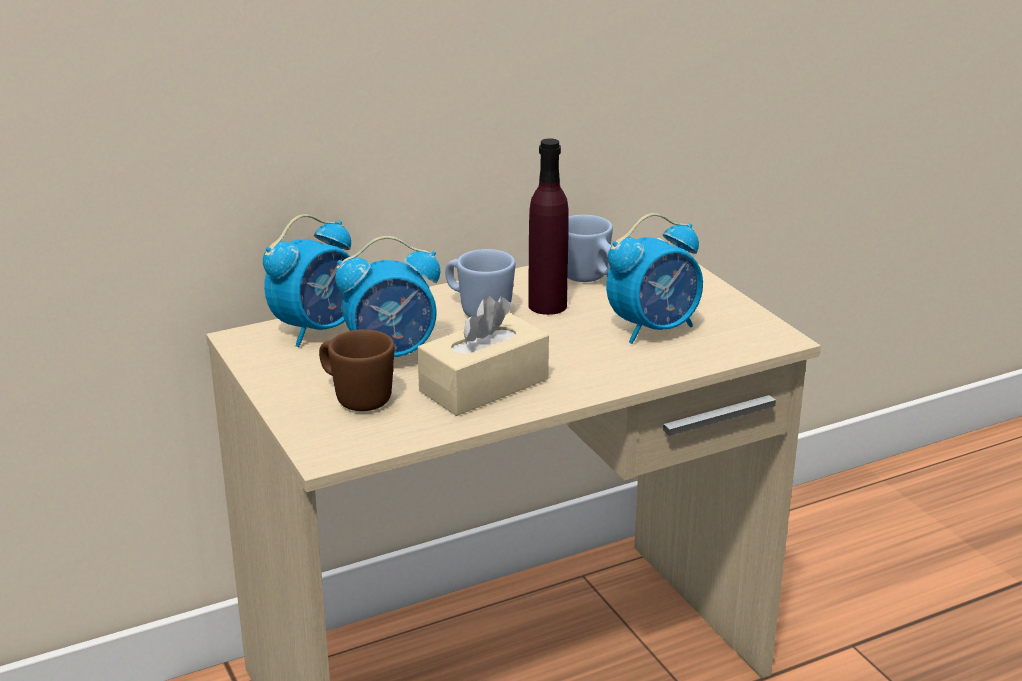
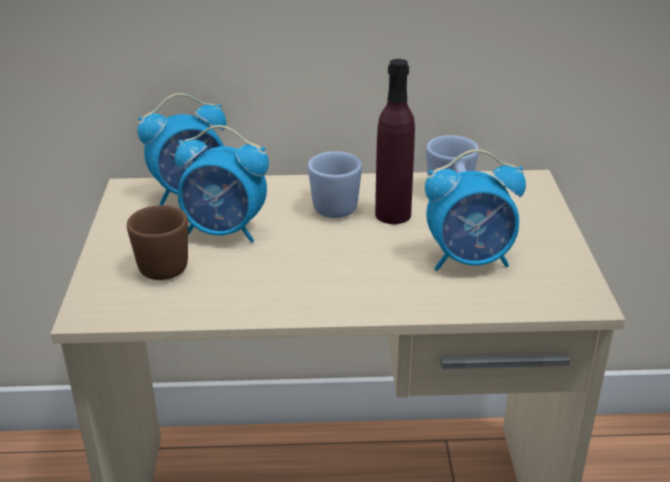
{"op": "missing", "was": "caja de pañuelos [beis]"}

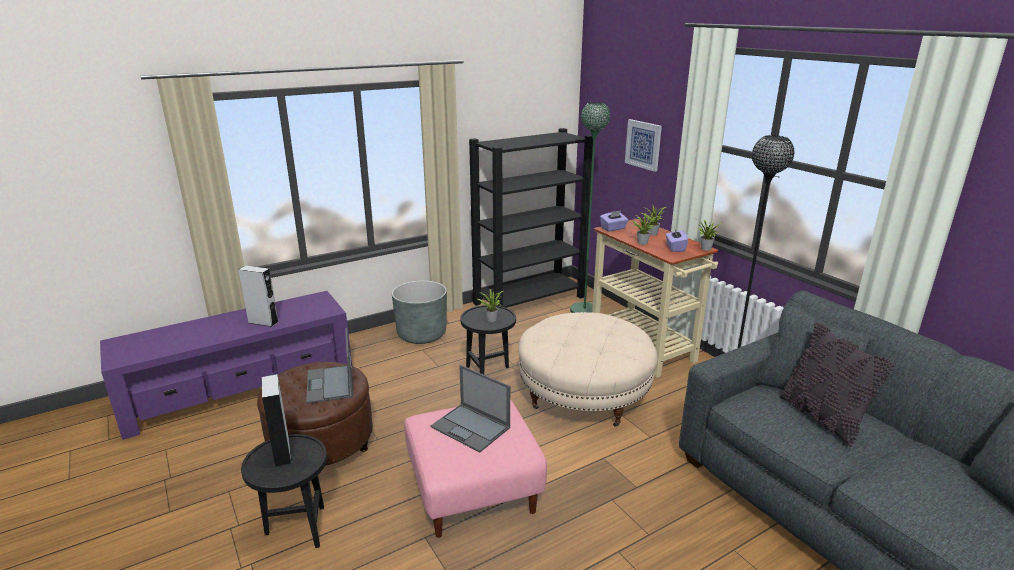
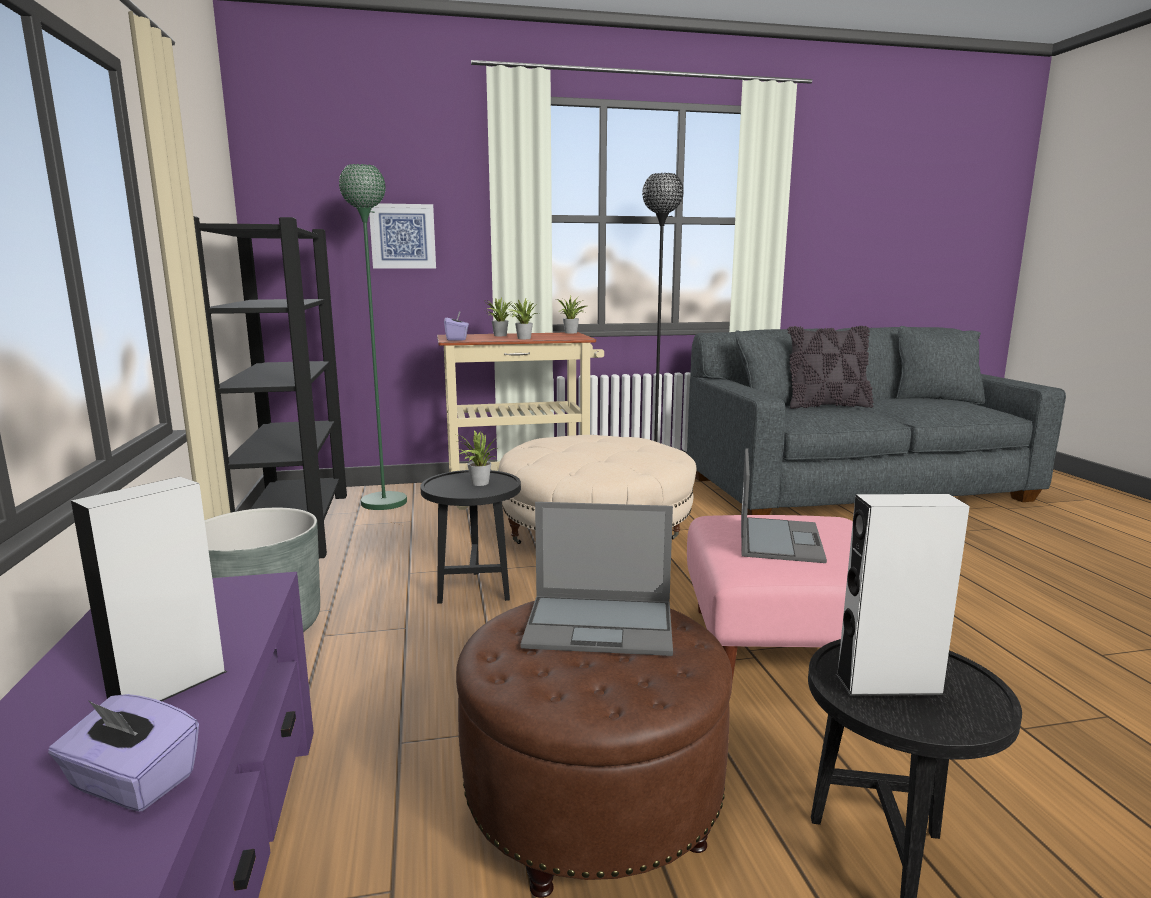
{"op": "relocated", "was": "caja de pañuelos [morado] (no. 2 from left in the first image)", "now": "caja de pañuelos [morado] (no. 1 from left)"}
{"op": "spun", "was": "portátil (no. 2 from left)", "clockwise": -45}

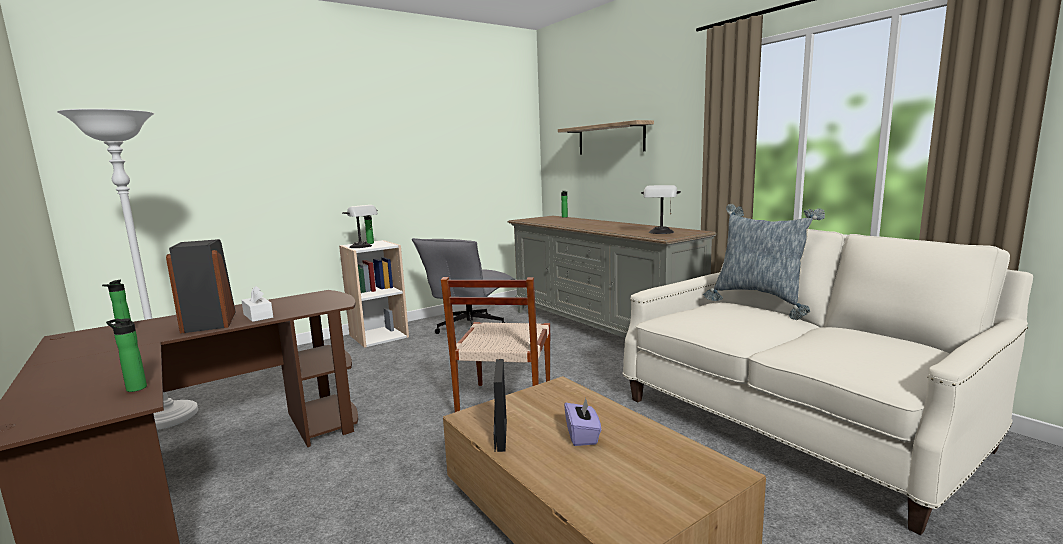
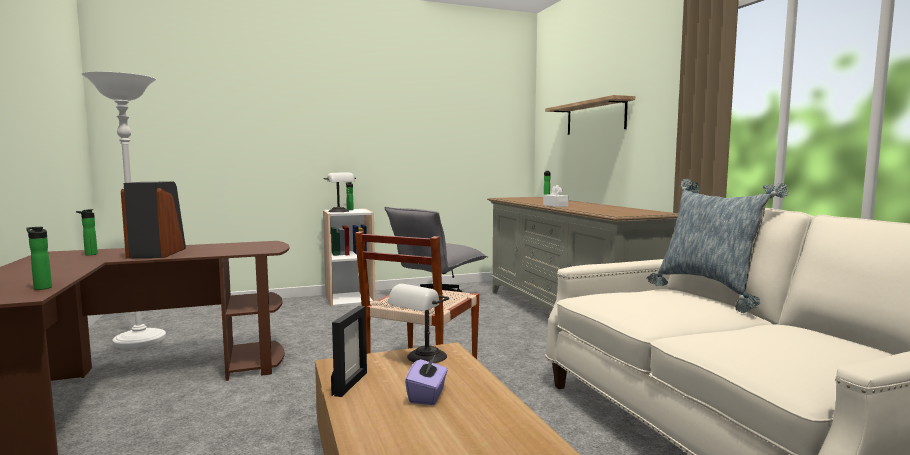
{"op": "relocated", "was": "caja de pañuelos [blanco]"}
{"op": "relocated", "was": "lámpara de mesa (no. 2 from left)"}

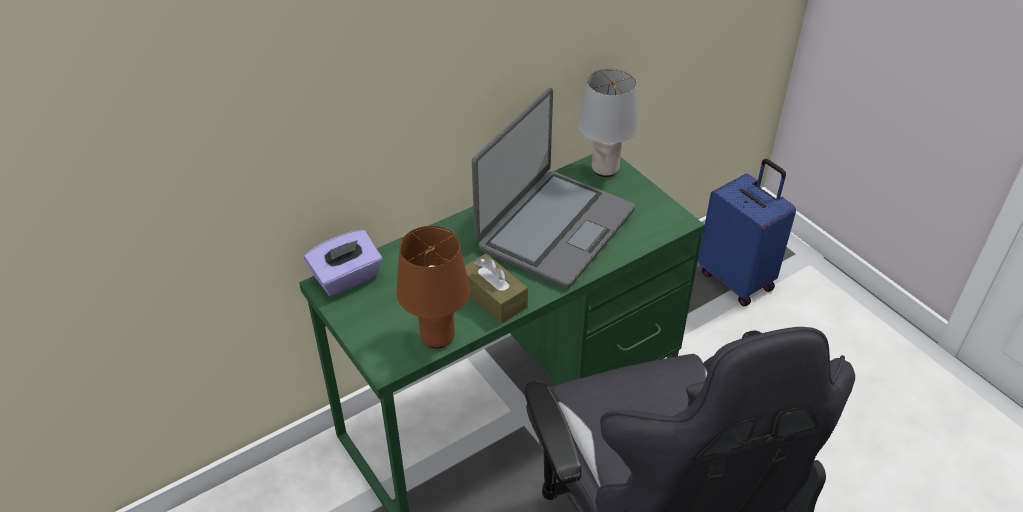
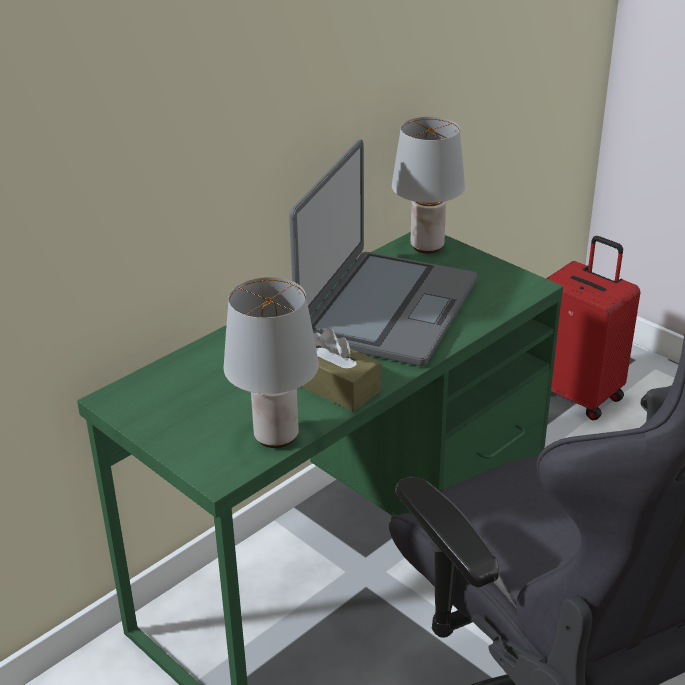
{"op": "missing", "was": "caja de pañuelos [morado]"}
{"op": "colour", "was": "lámpara de mesa [marrón]", "now": "lámpara de mesa [gris] (no. 1 from left)"}
{"op": "colour", "was": "maleta [azul]", "now": "maleta [rojo]"}

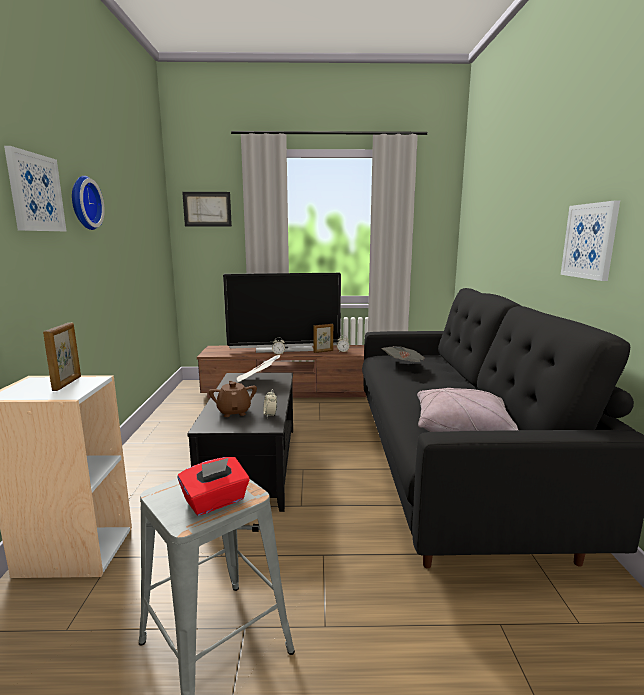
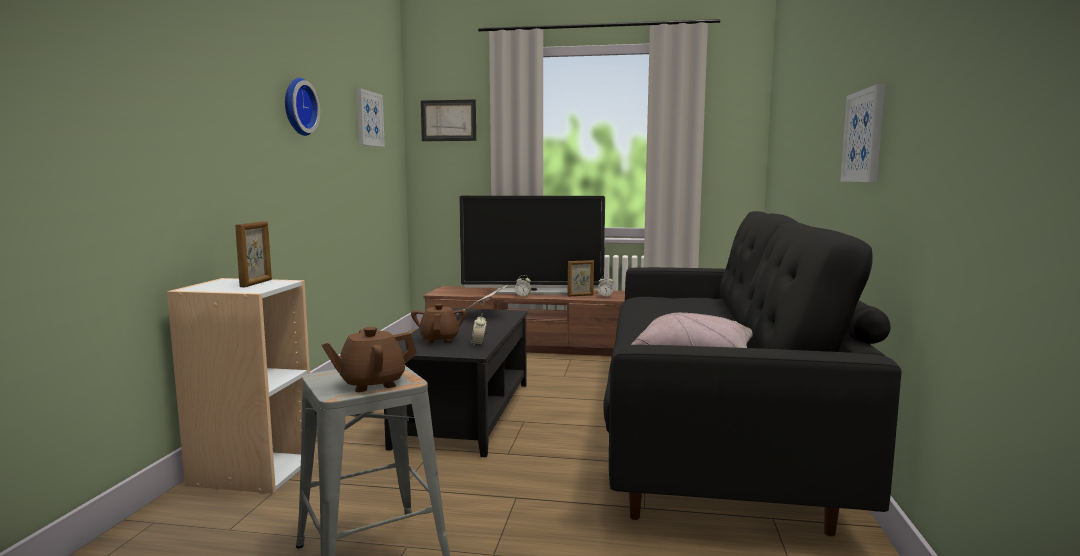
{"op": "missing", "was": "periódico (no. 2 from left)"}
{"op": "relocated", "was": "cuadro (no. 1 from left)"}
{"op": "exchanged", "was": "caja de pañuelos [rojo]", "now": "tetera [marrón] (no. 1 from left)"}

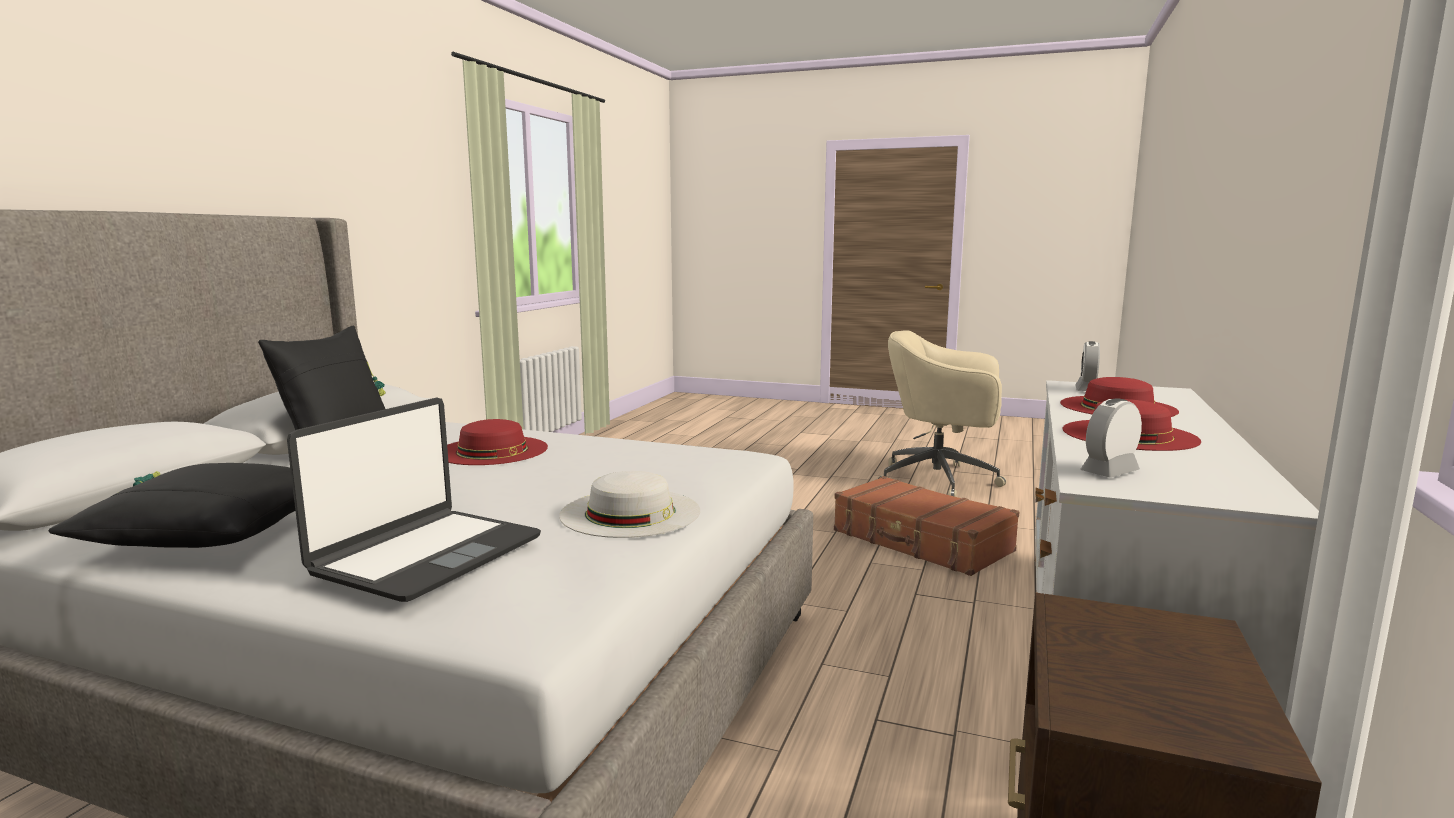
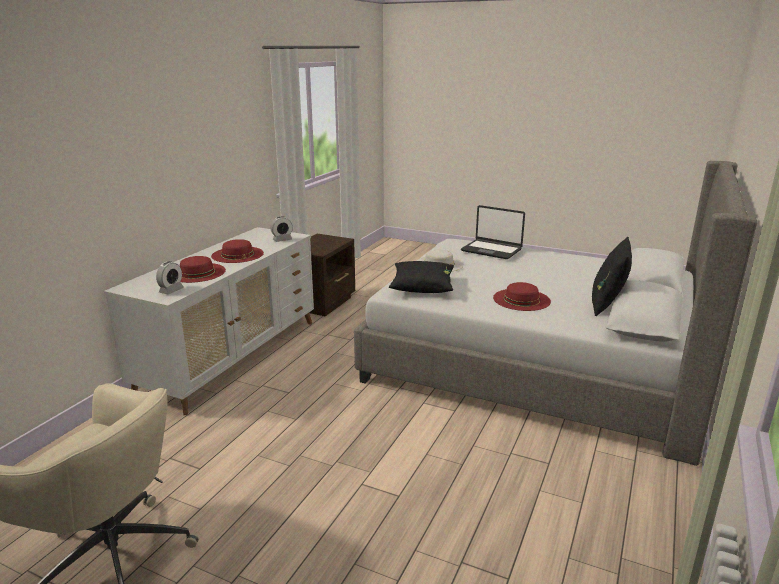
{"op": "missing", "was": "maleta [marrón]"}
{"op": "relocated", "was": "cojín [negro] (no. 1 from left)"}
{"op": "spun", "was": "portátil", "clockwise": -90}

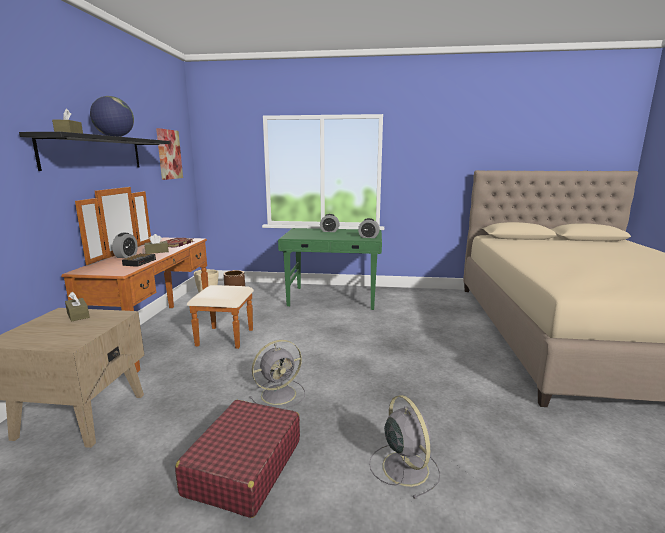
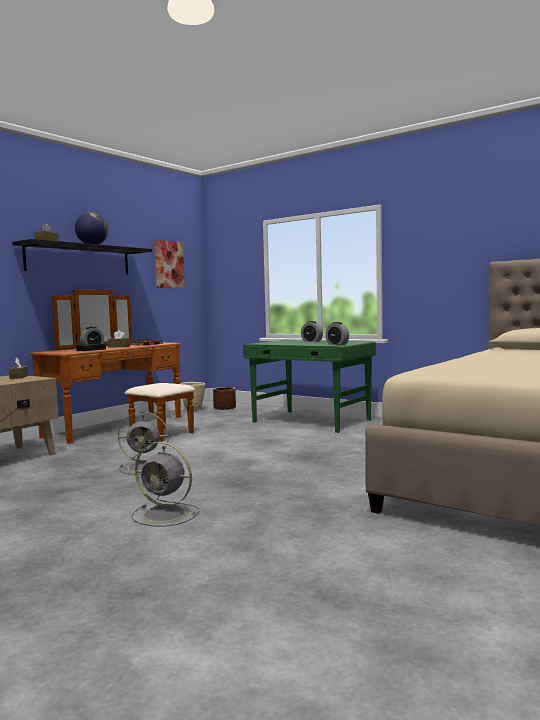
{"op": "missing", "was": "maleta [rojo]"}
{"op": "spun", "was": "ventilador [gris] (no. 2 from left)", "clockwise": 105}

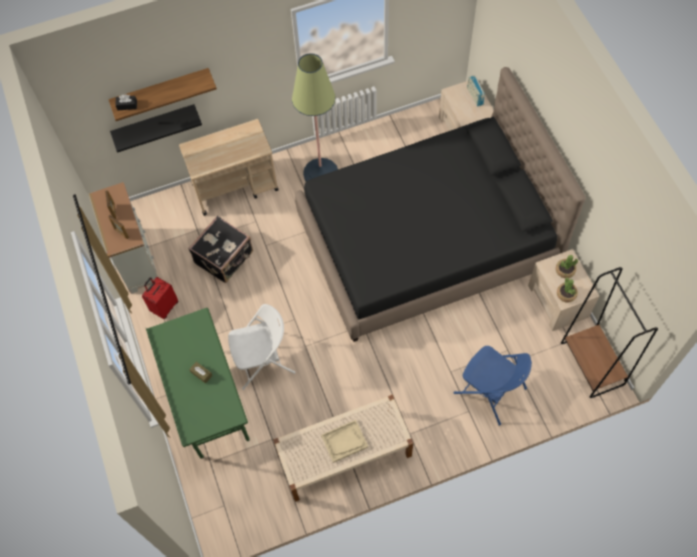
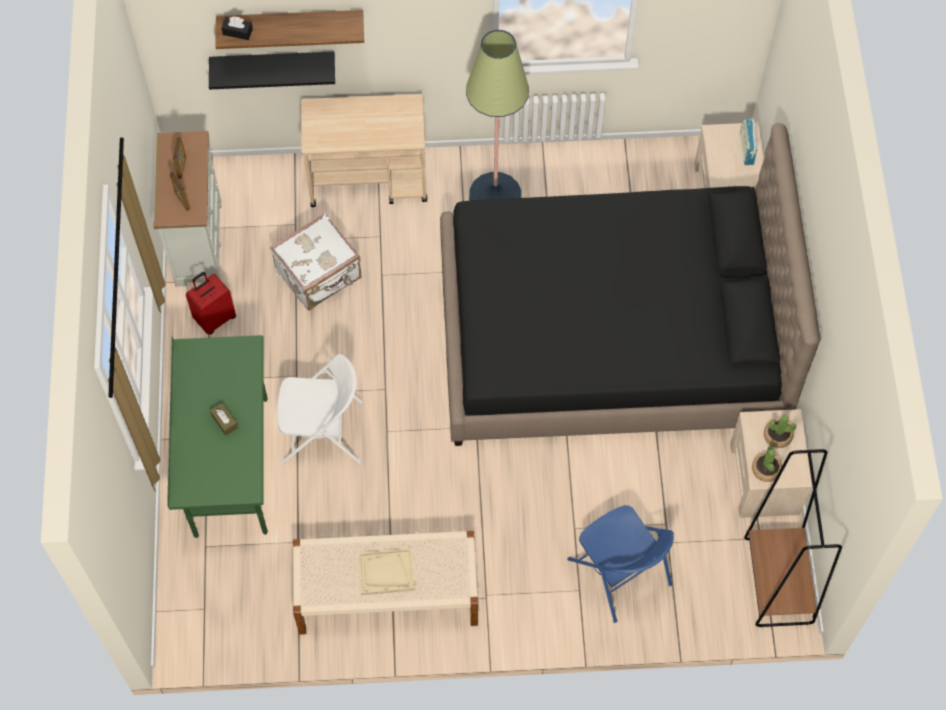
{"op": "colour", "was": "maleta [negro]", "now": "maleta [blanco]"}

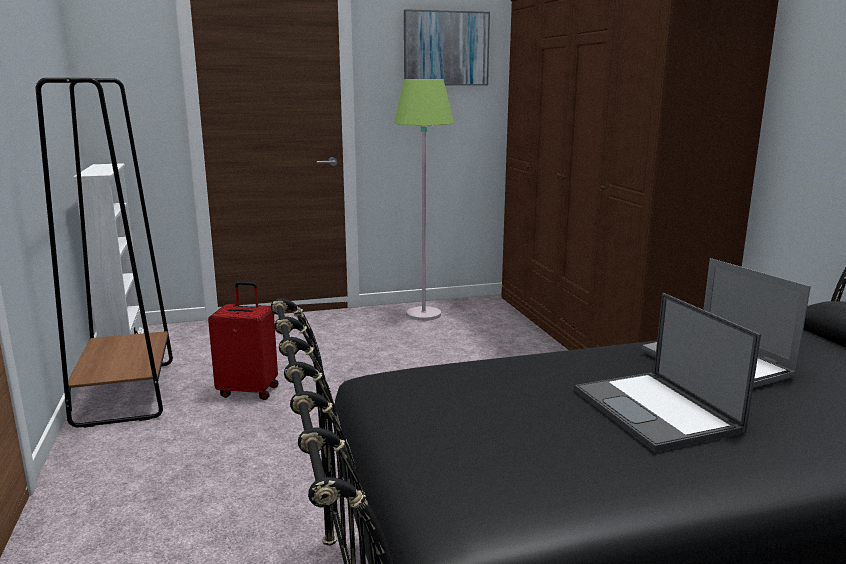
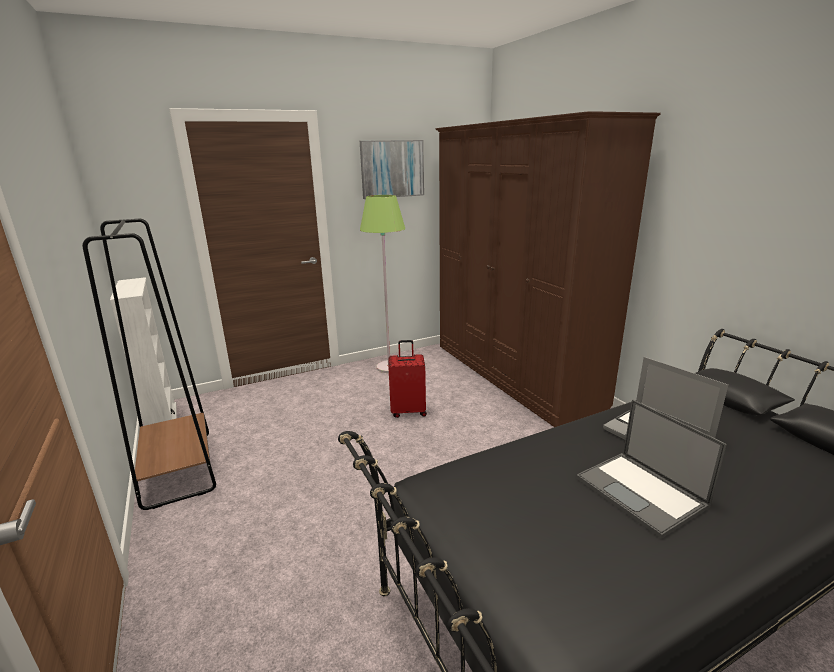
{"op": "relocated", "was": "maleta [rojo]"}

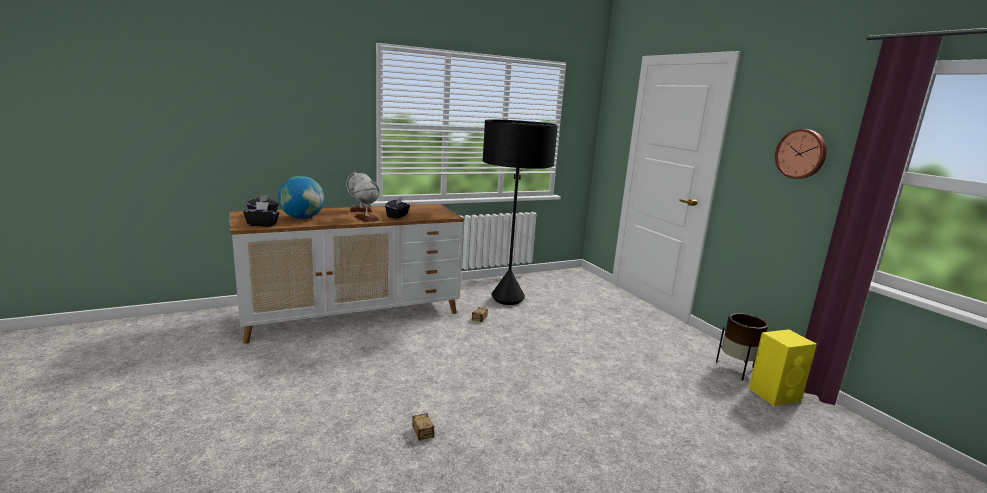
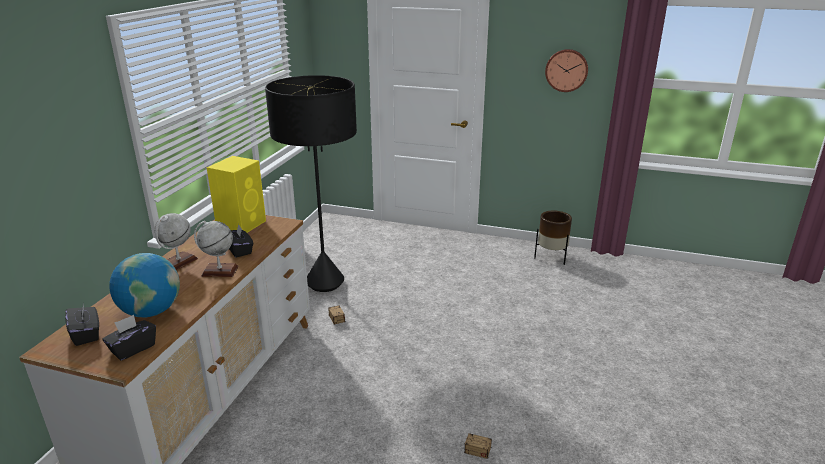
{"op": "relocated", "was": "altavoz [amarillo]"}

